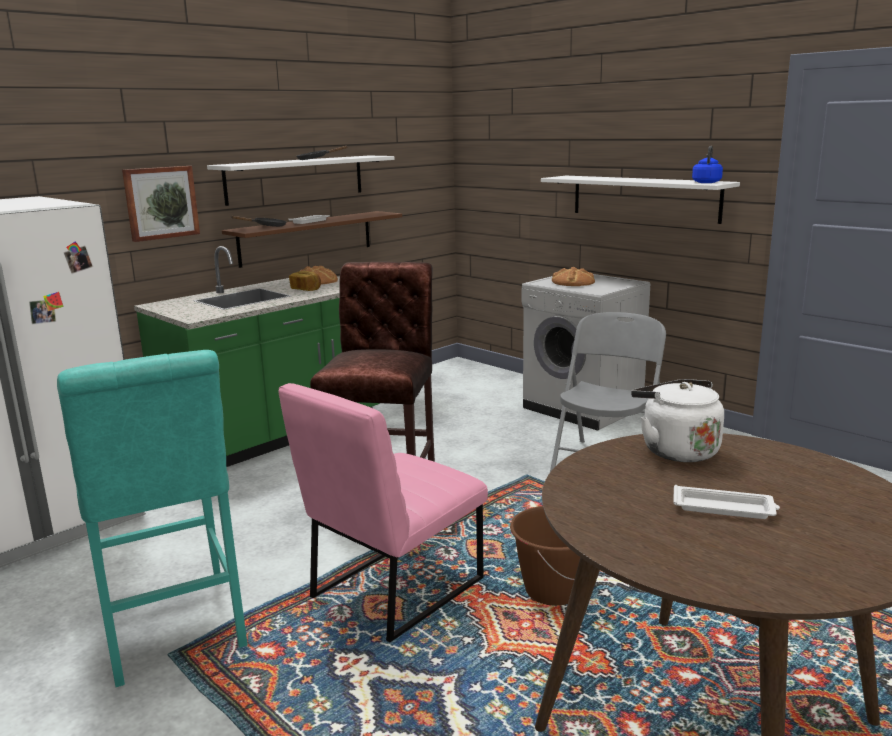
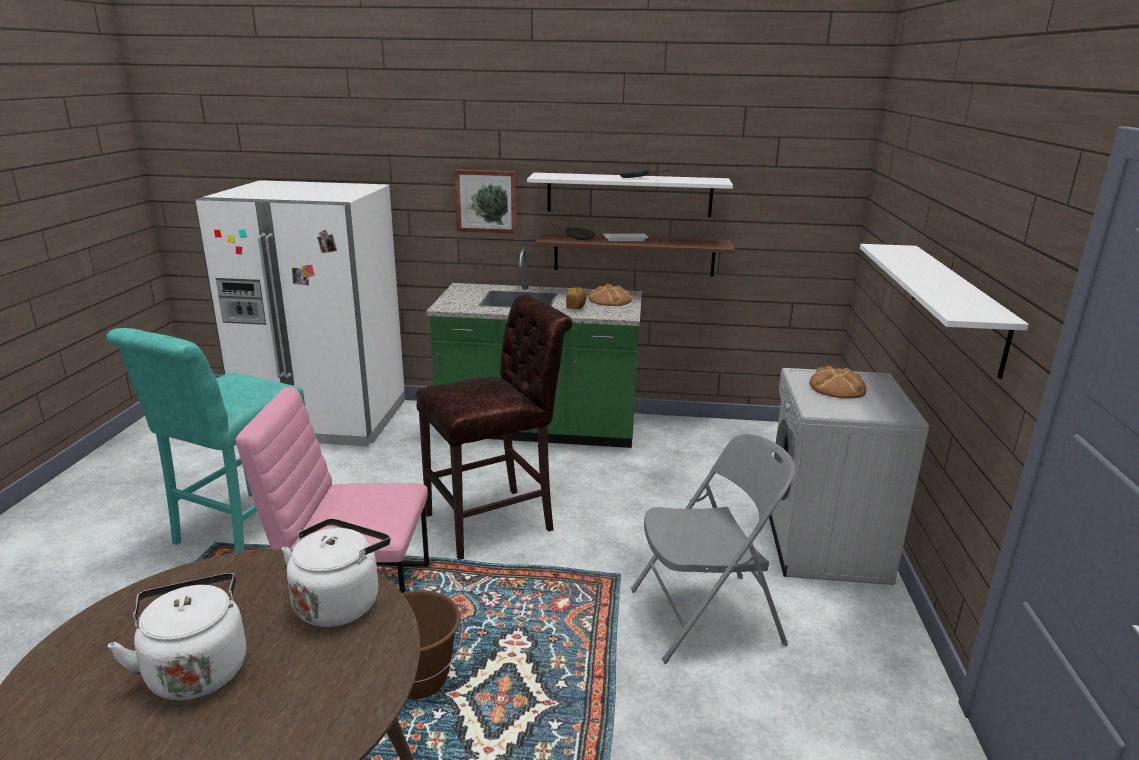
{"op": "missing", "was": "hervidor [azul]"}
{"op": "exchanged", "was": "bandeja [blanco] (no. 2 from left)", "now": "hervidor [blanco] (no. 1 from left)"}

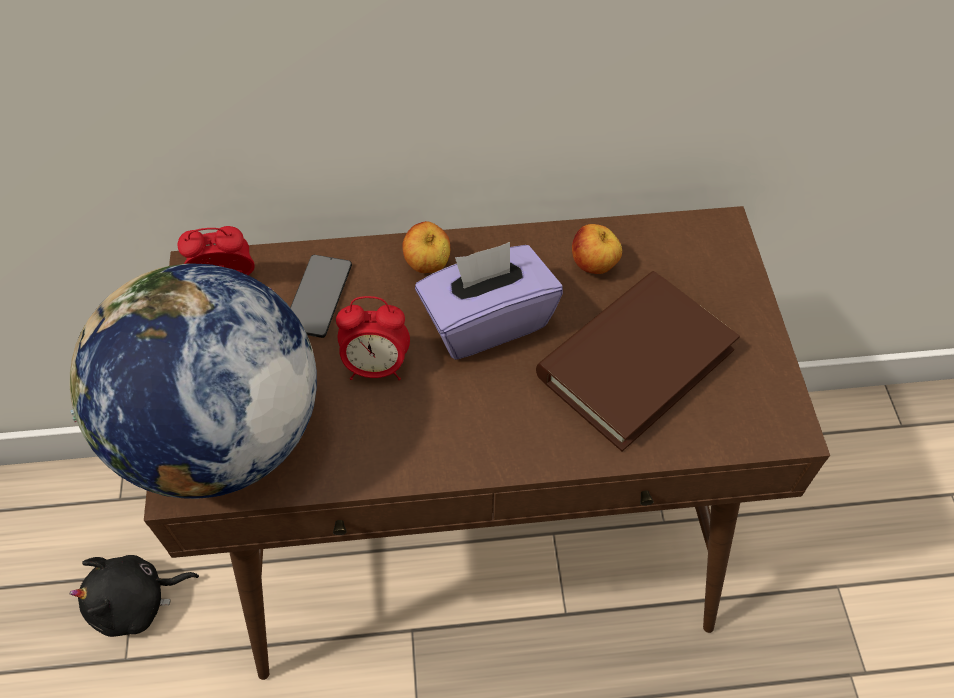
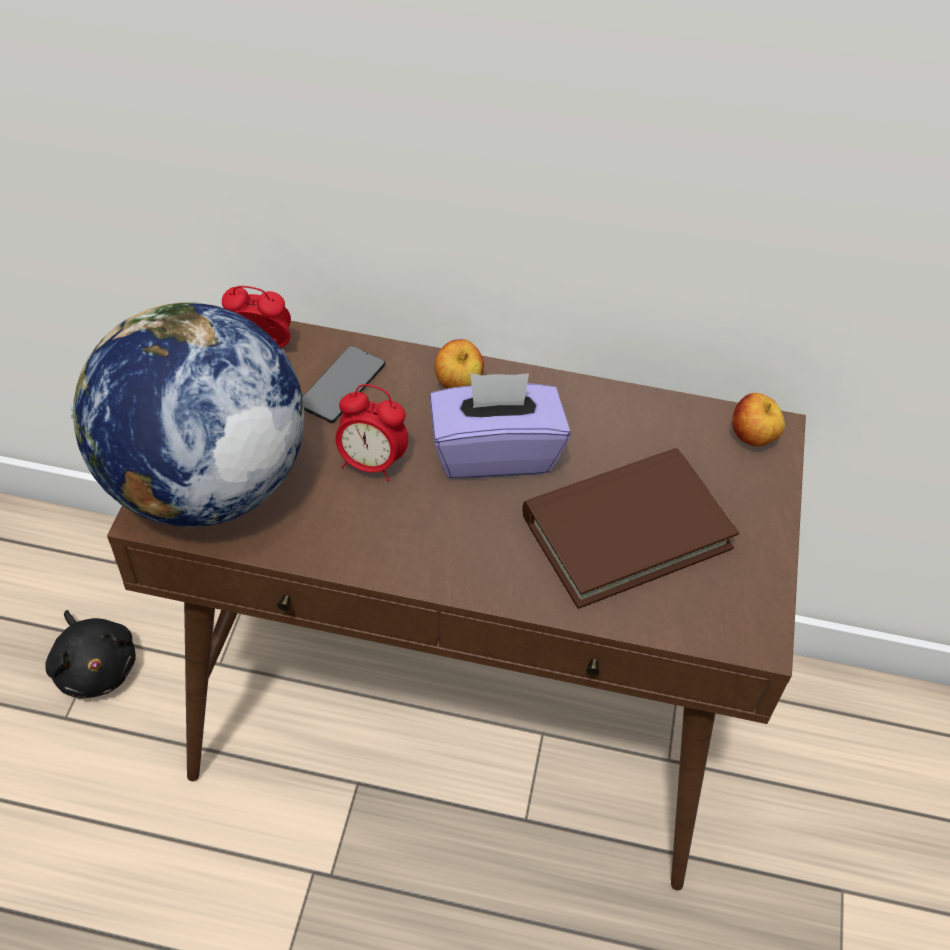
{"op": "relocated", "was": "manzana (no. 2 from left)"}
{"op": "spun", "was": "peluche [negro]", "clockwise": -120}

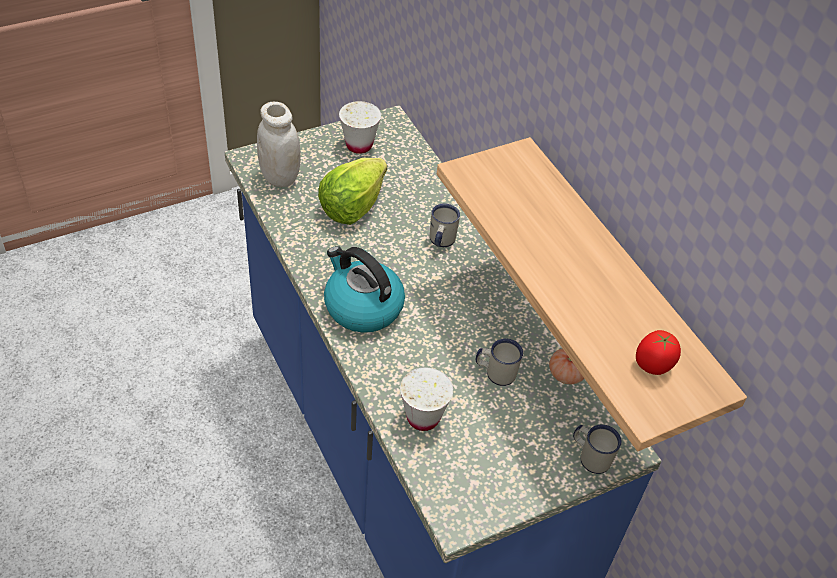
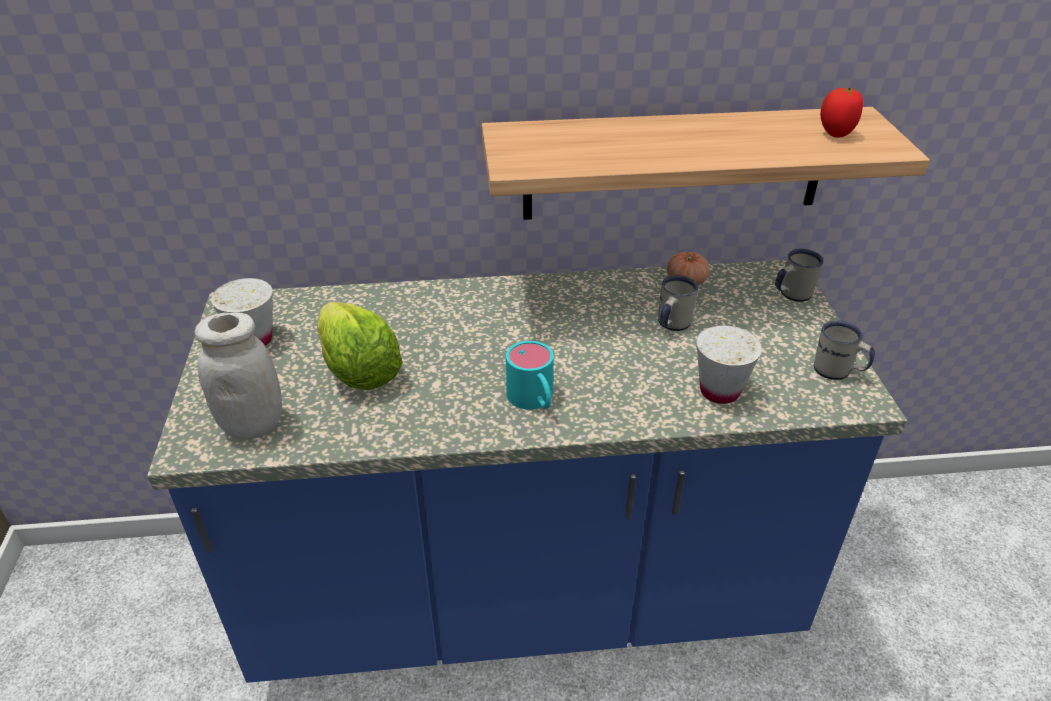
{"op": "relocated", "was": "taza grande [blanco] (no. 1 from left in the first image)", "now": "taza grande [blanco] (no. 3 from left)"}
{"op": "exchanged", "was": "hervidor", "now": "taza grande [turquesa]"}

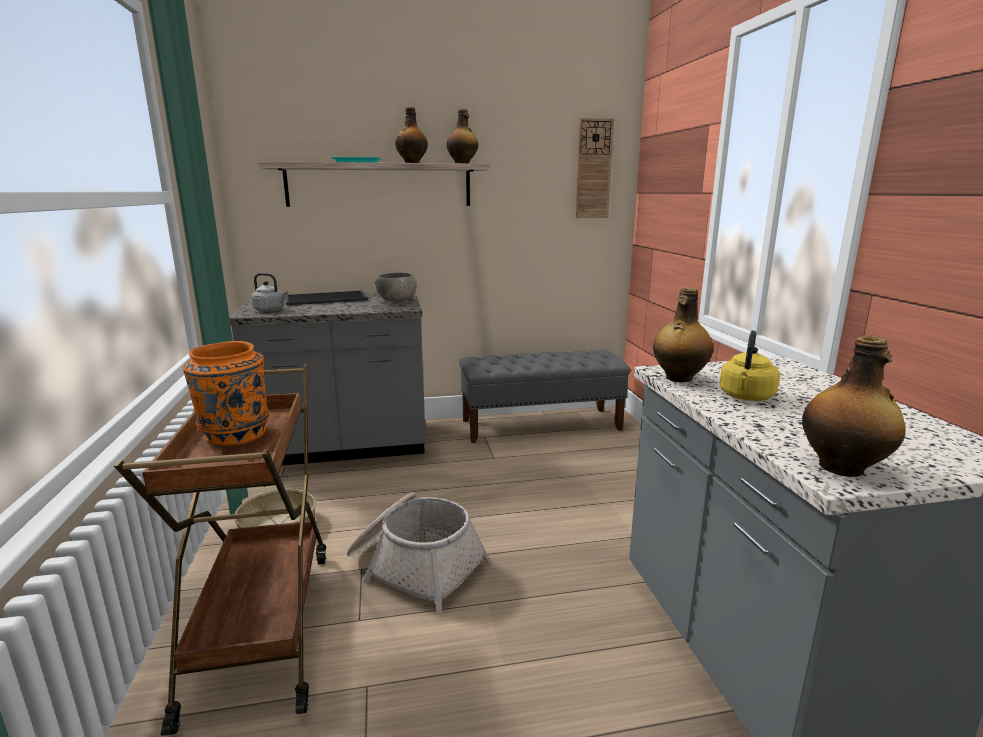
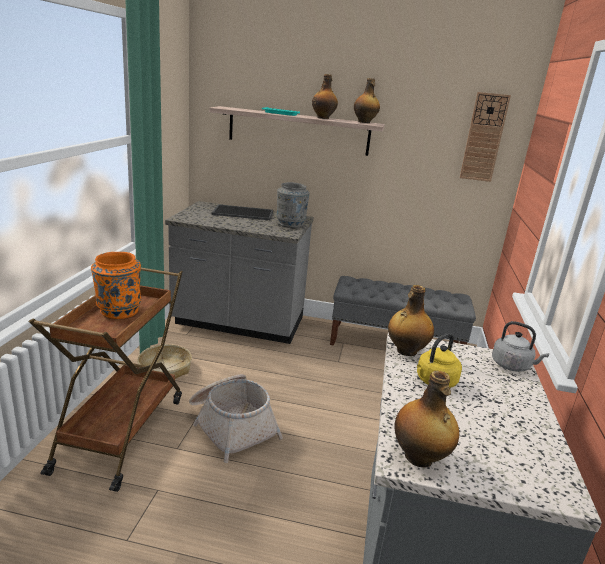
{"op": "relocated", "was": "hervidor [gris]"}
{"op": "exchanged", "was": "cuenco [gris]", "now": "florero [gris]"}

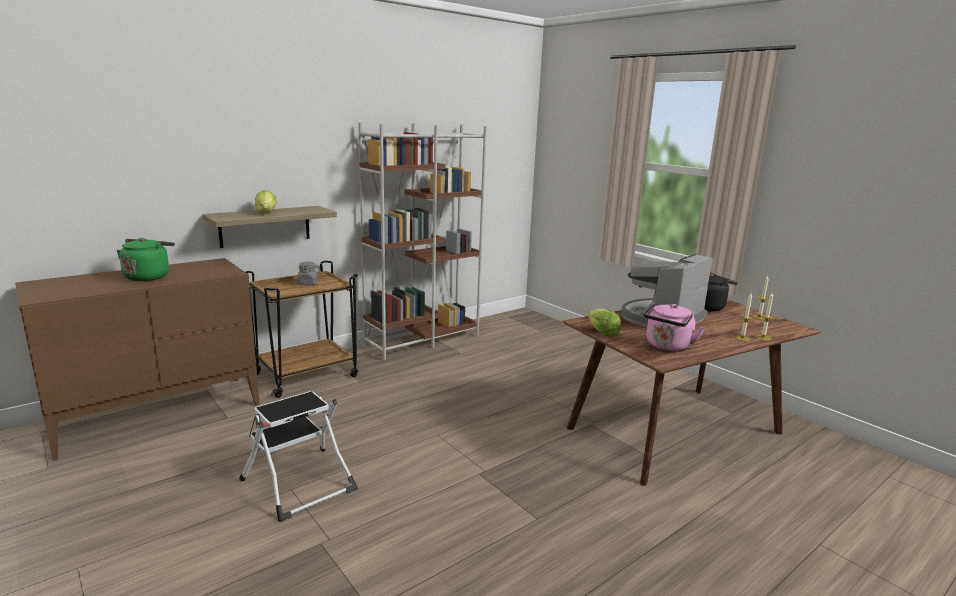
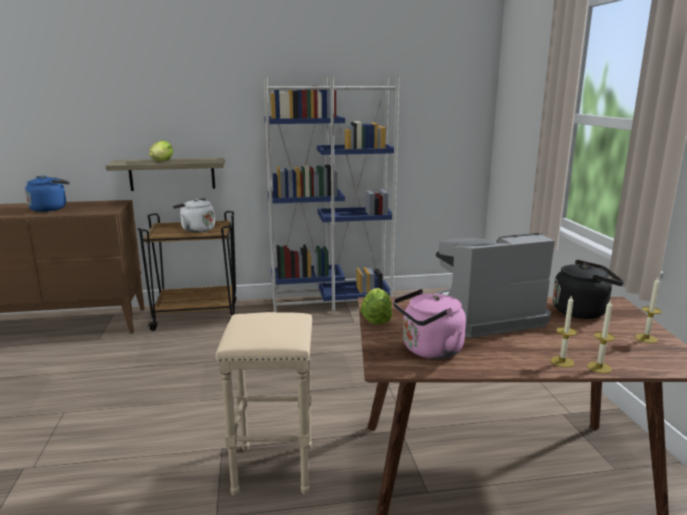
{"op": "missing", "was": "escalera de tijera"}
{"op": "appeared", "now": "taburete [beis]"}
{"op": "exchanged", "was": "tarro [gris]", "now": "hervidor [blanco]"}
{"op": "colour", "was": "hervidor [verde]", "now": "hervidor [azul]"}
{"op": "colour", "was": "estantería [marrón]", "now": "estantería [azul]"}

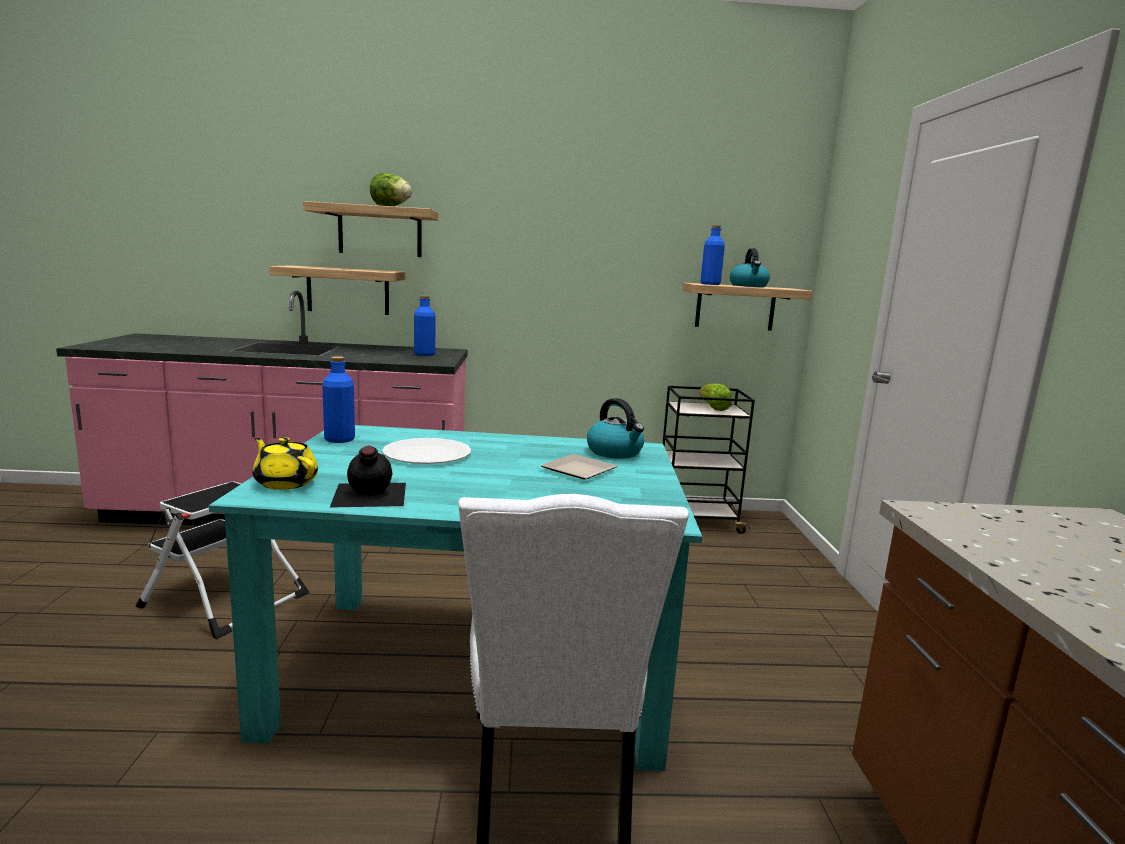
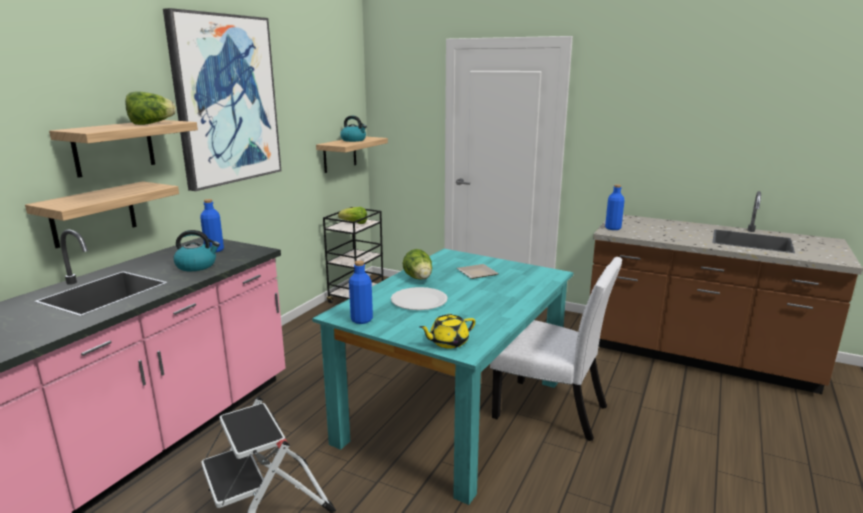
{"op": "missing", "was": "botella [negro]"}
{"op": "appeared", "now": "cuadro"}
{"op": "appeared", "now": "lechuga (no. 3 from left)"}
{"op": "relocated", "was": "hervidor (no. 1 from left)"}
{"op": "relocated", "was": "botella [azul] (no. 3 from left)"}

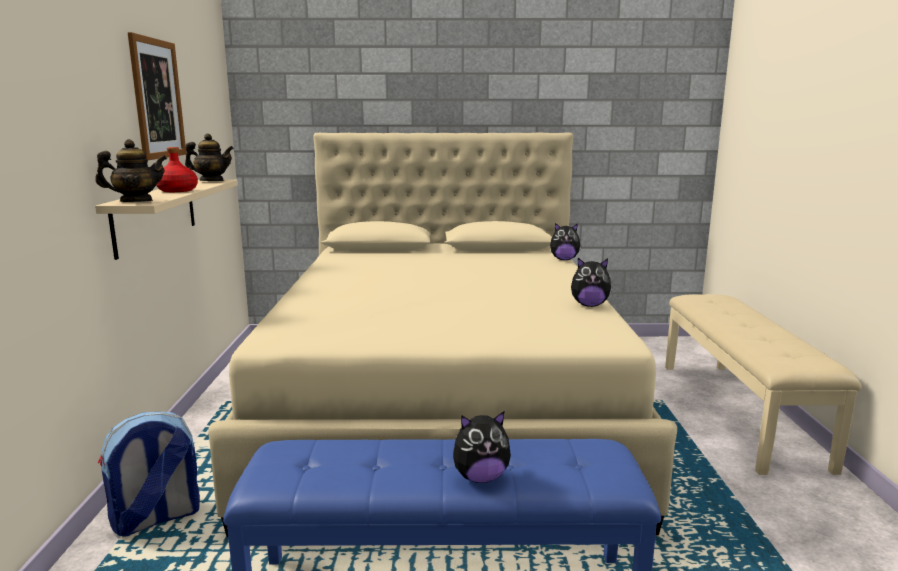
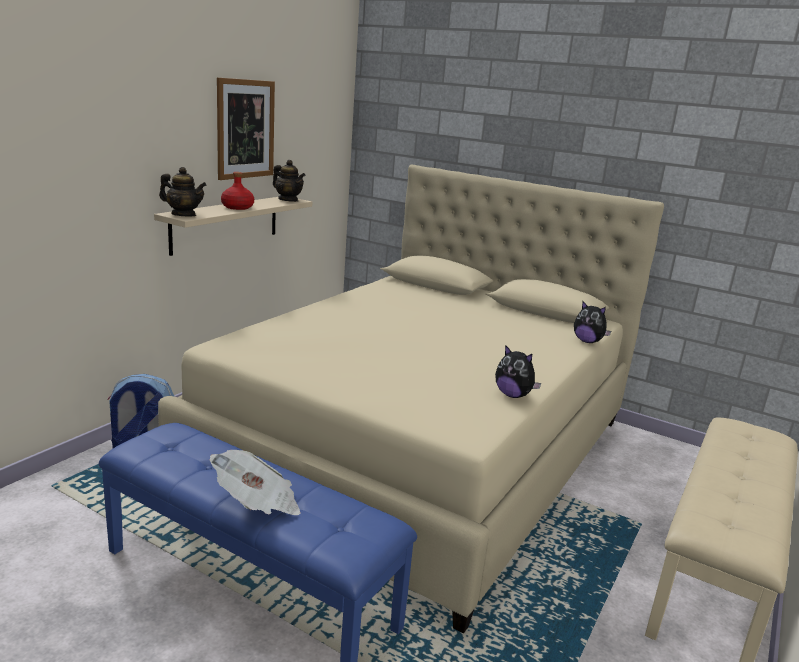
{"op": "exchanged", "was": "peluche (no. 1 from left)", "now": "periódico"}

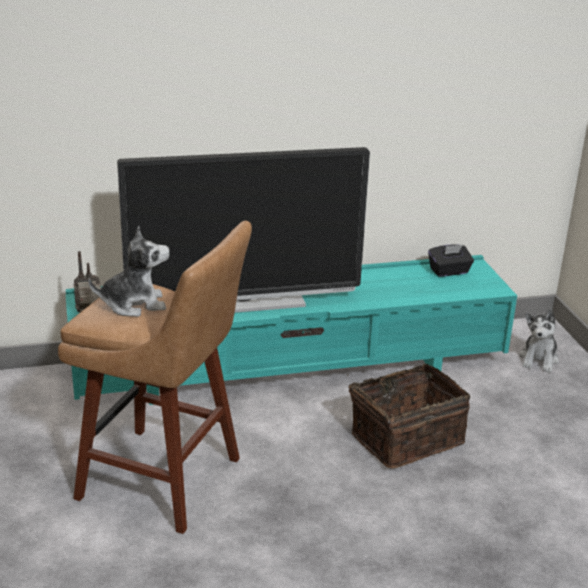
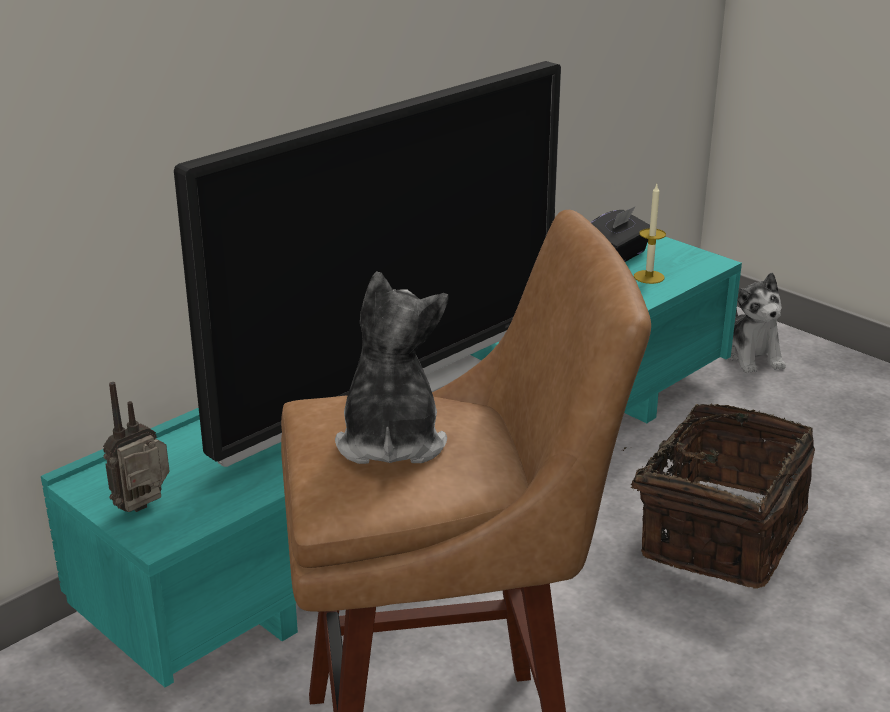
{"op": "appeared", "now": "vela"}
{"op": "spun", "was": "peluche (no. 1 from left)", "clockwise": -45}

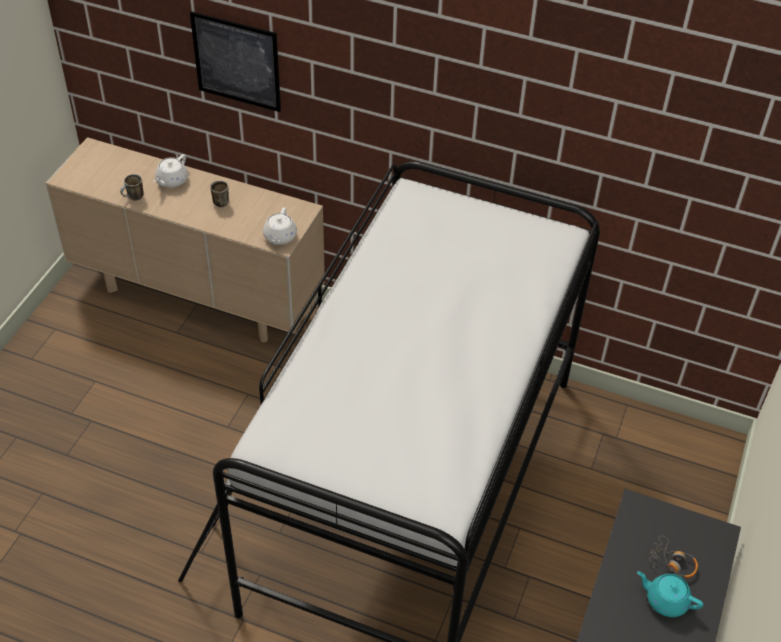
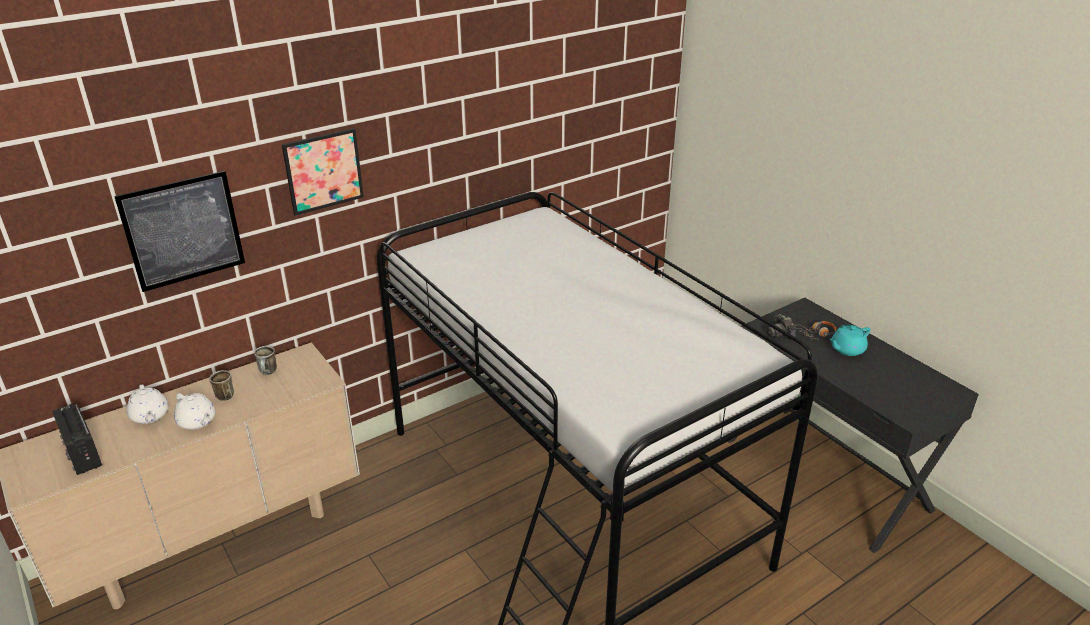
{"op": "appeared", "now": "radio"}
{"op": "appeared", "now": "cuadro (no. 2 from left)"}
{"op": "appeared", "now": "cámara"}
{"op": "relocated", "was": "taza grande (no. 1 from left in the first image)", "now": "taza grande (no. 2 from left)"}
{"op": "relocated", "was": "tetera [blanco] (no. 2 from left)"}

